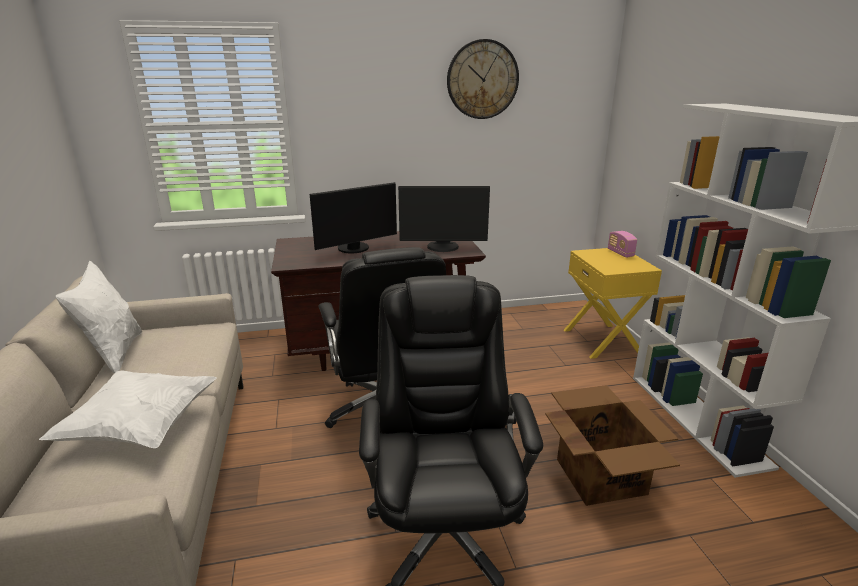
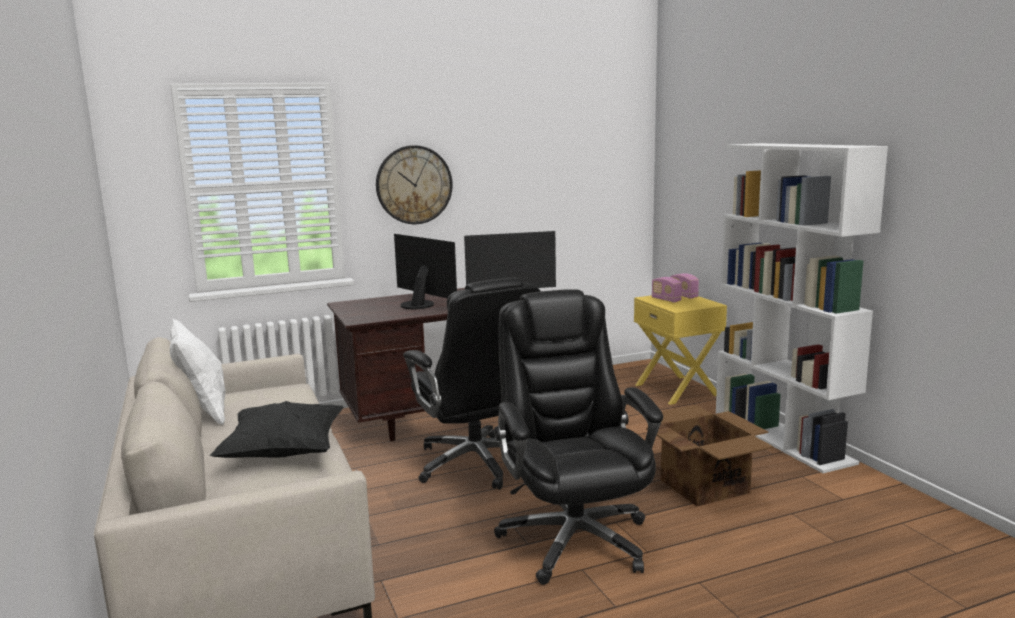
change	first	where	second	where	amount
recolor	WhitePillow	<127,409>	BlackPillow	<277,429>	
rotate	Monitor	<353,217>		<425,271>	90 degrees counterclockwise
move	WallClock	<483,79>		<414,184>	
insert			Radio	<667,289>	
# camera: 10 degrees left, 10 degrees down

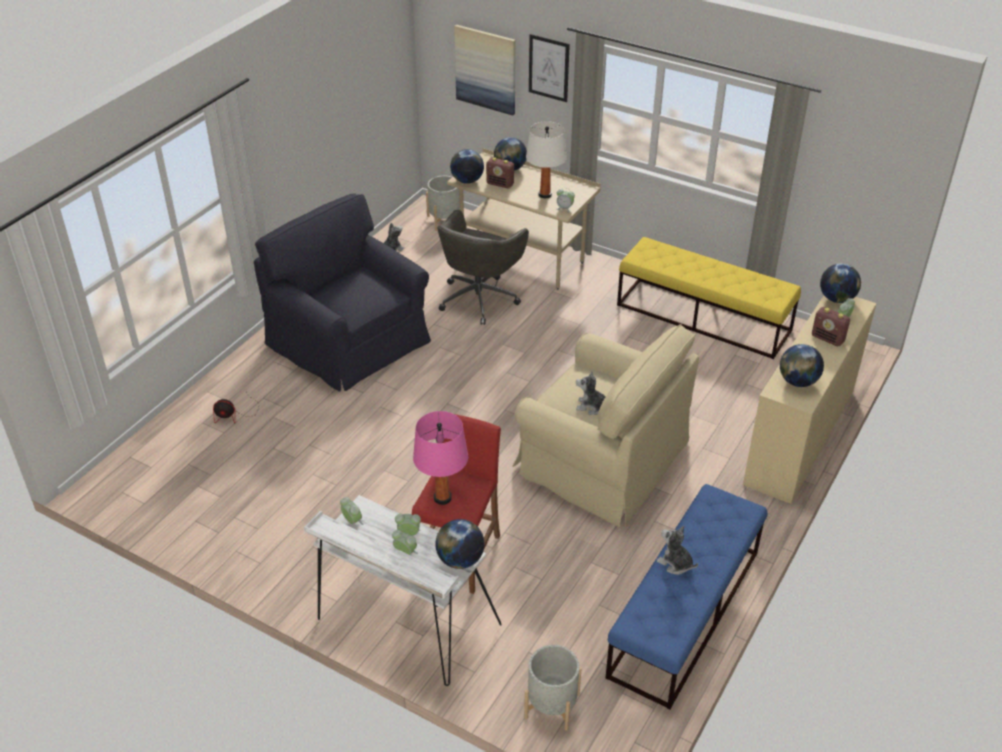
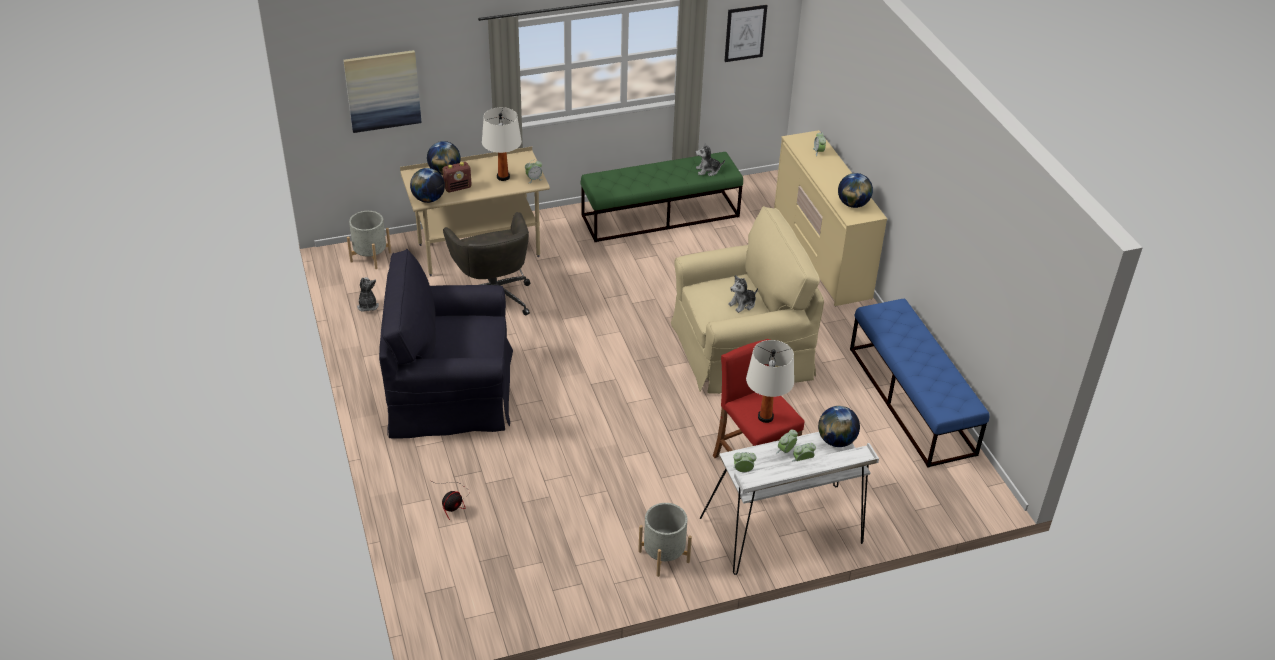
change	first	where	second	where	amount
recolor	PinkTableLamp	<440,458>	WhiteTableLamp	<770,381>	
move	GreyPlanter	<553,688>		<665,540>	
move	Picture	<549,68>		<745,33>	
recolor	YellowBench	<709,298>	GreenBench	<662,197>	
move	PlushToy	<677,550>		<710,159>	
delete	Radio	<831,326>			
delete	Globe	<840,283>			
# camera: 50 degrees left, 0 degrees up

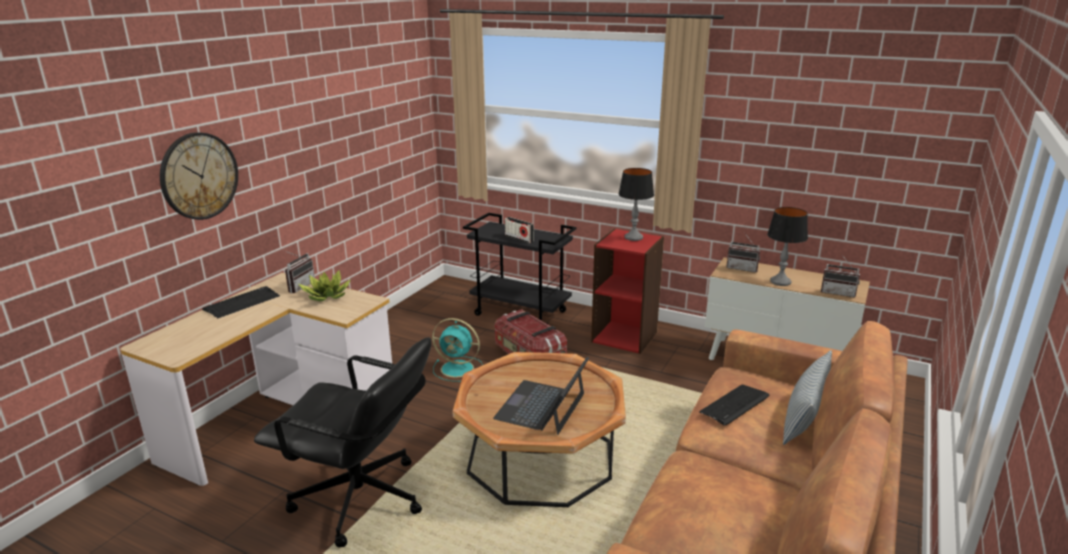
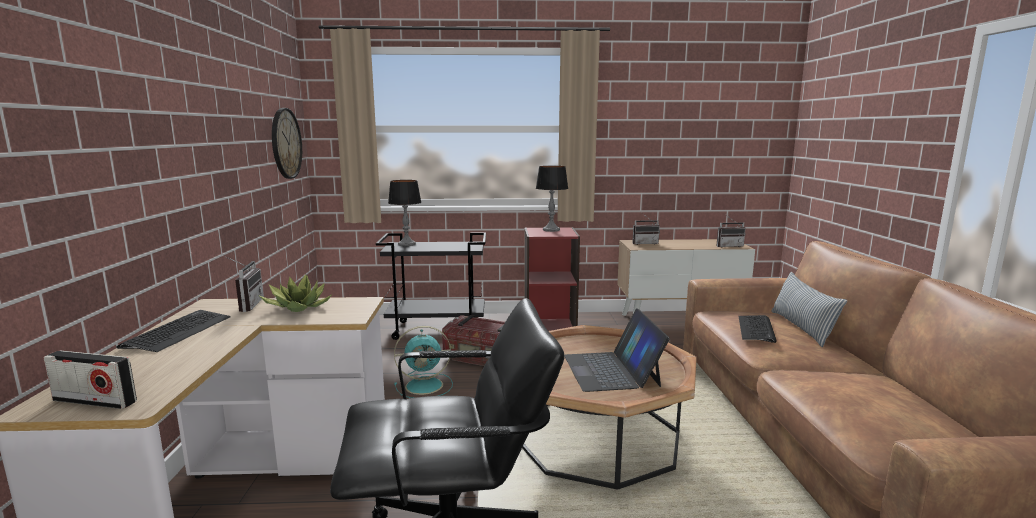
change	first	where	second	where	amount
move	WallClock	<199,176>		<287,143>	
move	Radio	<519,230>		<90,380>	
move	TableLamp	<787,246>		<405,213>	
# camera: 30 degrees left, 10 degrees down

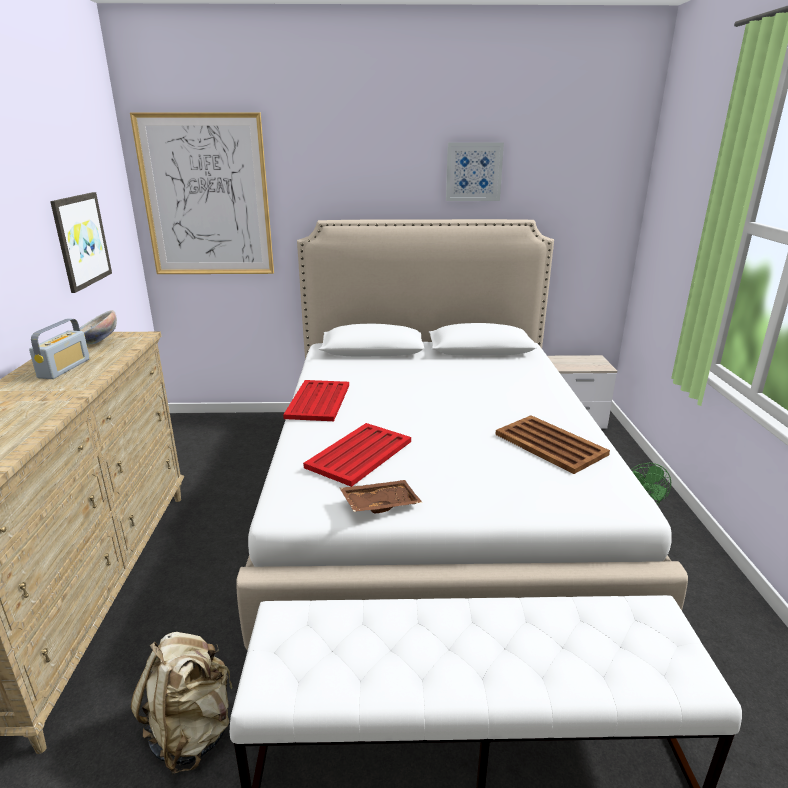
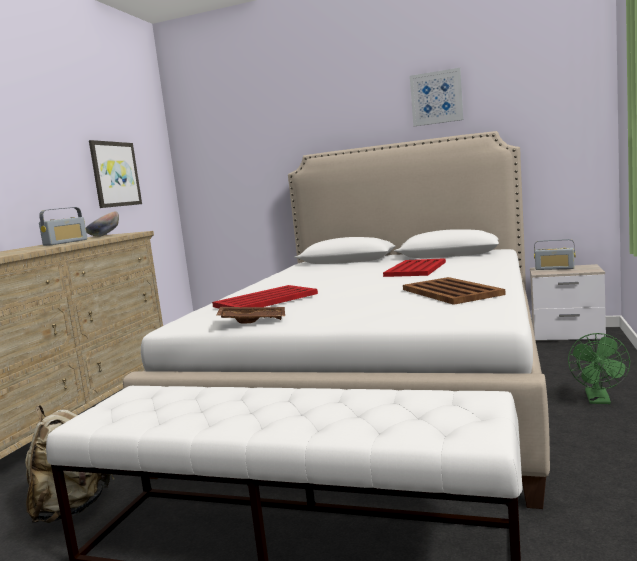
change	first	where	second	where	amount
delete	Picture	<202,193>			
move	RedTray	<316,400>		<414,267>	
insert			Radio	<554,254>	
# camera: 20 degrees right, 15 degrees down

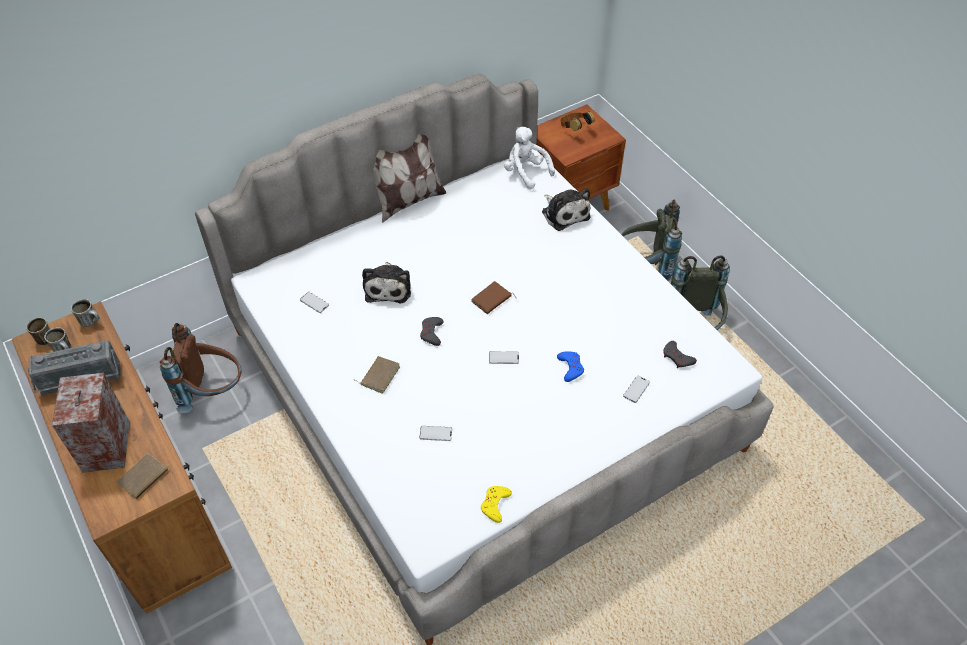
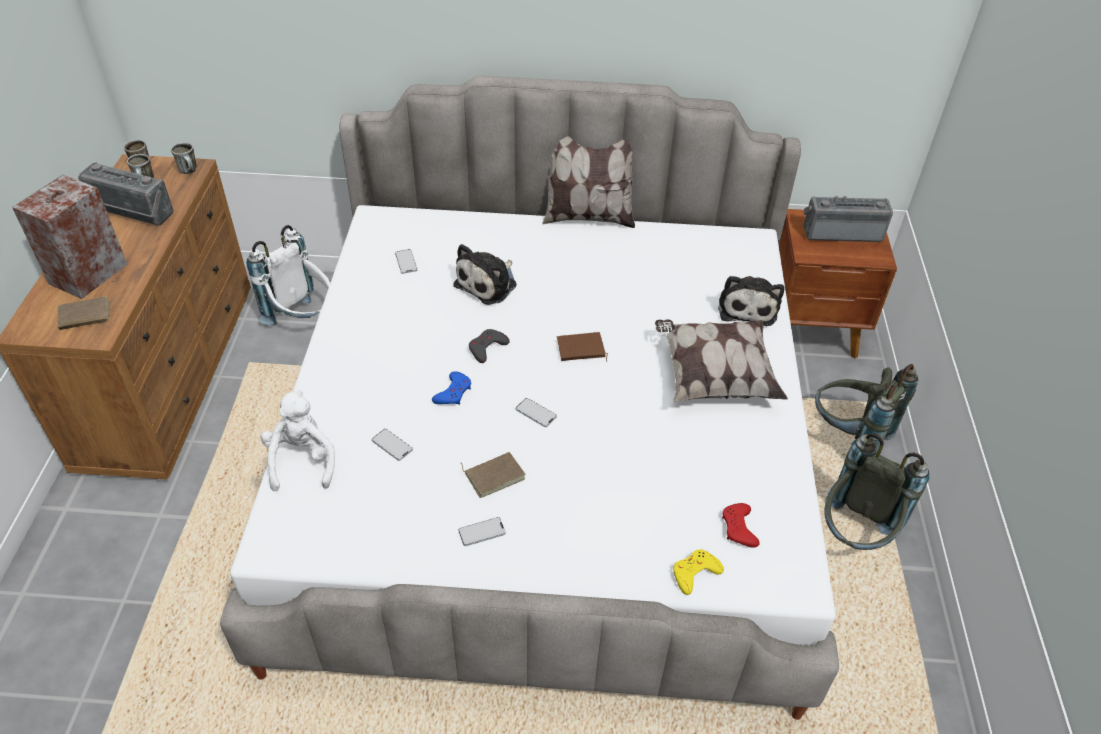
change	first	where	second	where	amount
recolor	BrownBackpack	<201,368>	WhiteBackpack	<288,275>	
move	BrownBook	<377,375>		<493,475>	
move	YellowGameController	<496,504>		<698,572>	
move	WhitePlushToy	<529,158>		<297,440>	
move	BlueGameController	<570,366>		<451,388>	
replace	Headphones	<577,121>	Radio	<848,219>	
move	Phone	<636,389>		<482,531>	
recolor	GreyGameController	<680,354>	RedGameController	<741,525>	
insert			Pillow	<721,360>	
# camera: 35 degrees right, 5 degrees down

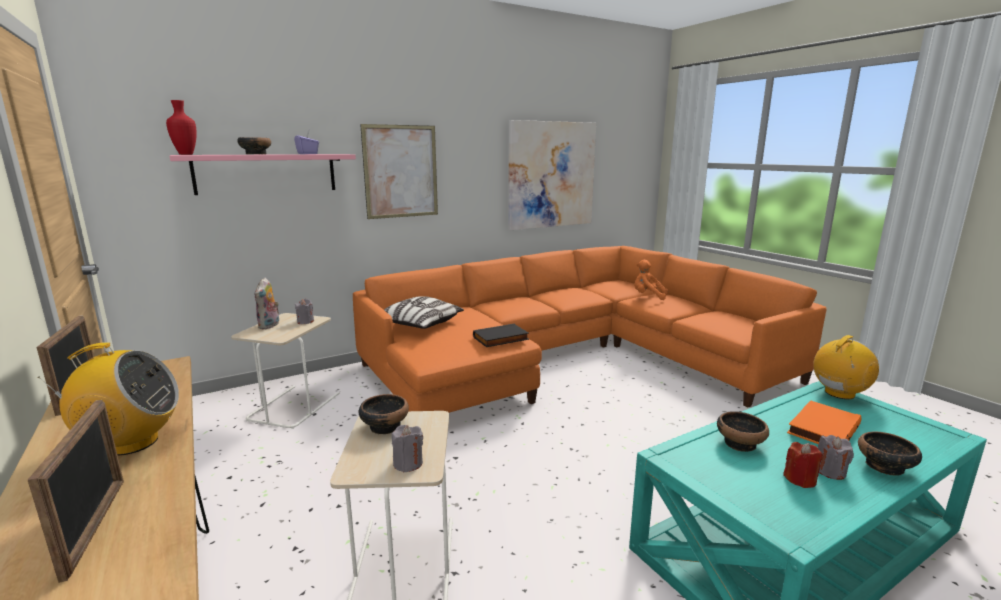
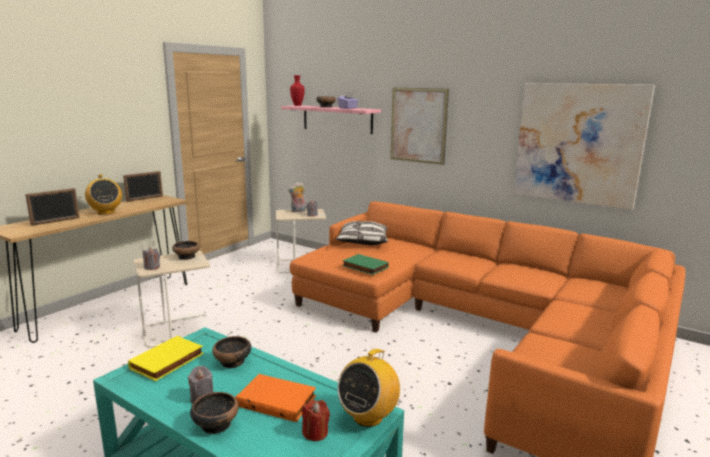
change	first	where	second	where	amount
recolor	BlackBook	<501,335>	GreenBook	<365,264>	
delete	OrangePlushToy	<651,280>			
move	RedCandle	<803,465>		<316,420>	
rotate	Radio	<846,367>		<368,387>	90 degrees clockwise
insert			YellowBook	<166,358>	
# camera: 65 degrees right, 0 degrees up

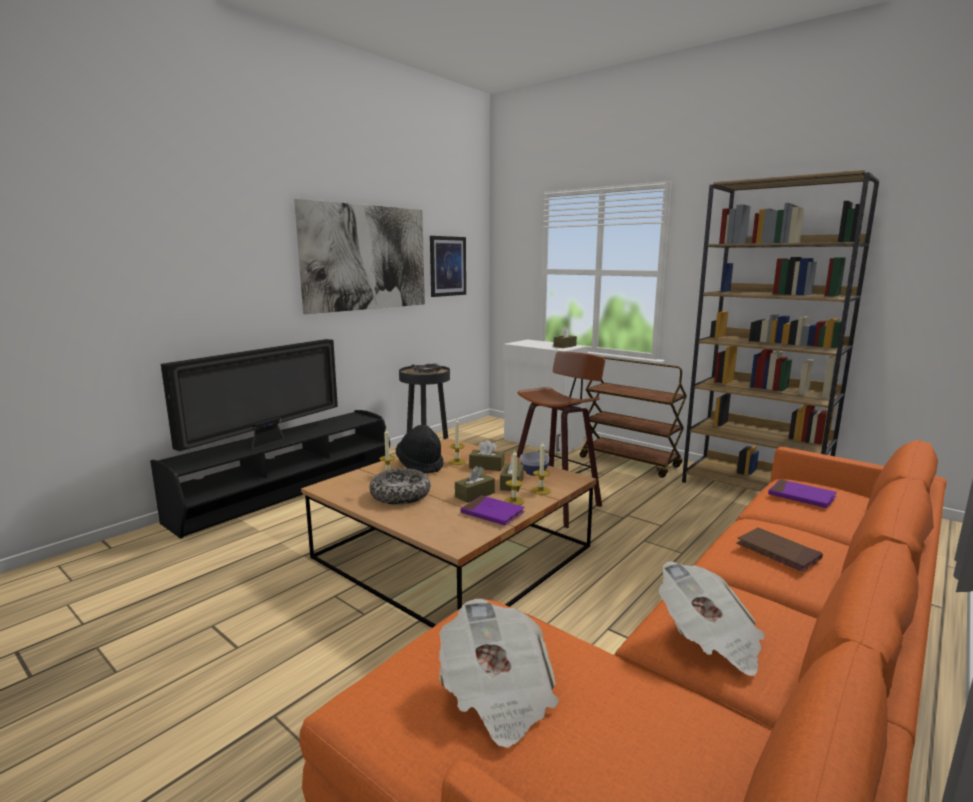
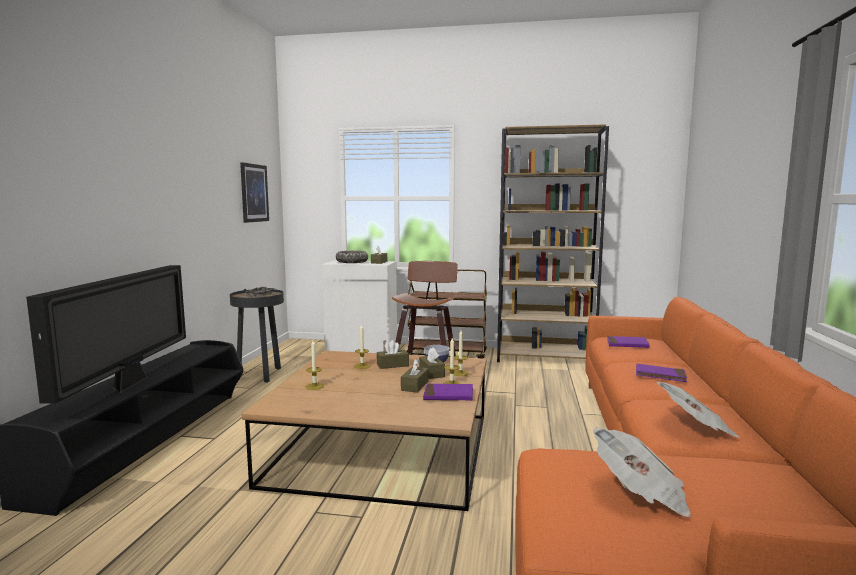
change	first	where	second	where	amount
delete	Picture	<359,256>			
move	Bowl	<399,486>		<352,257>	
delete	BlackHat	<419,449>			
recolor	BrownBook	<780,550>	PurpleBook	<661,373>	
# camera: 30 degrees left, 5 degrees down

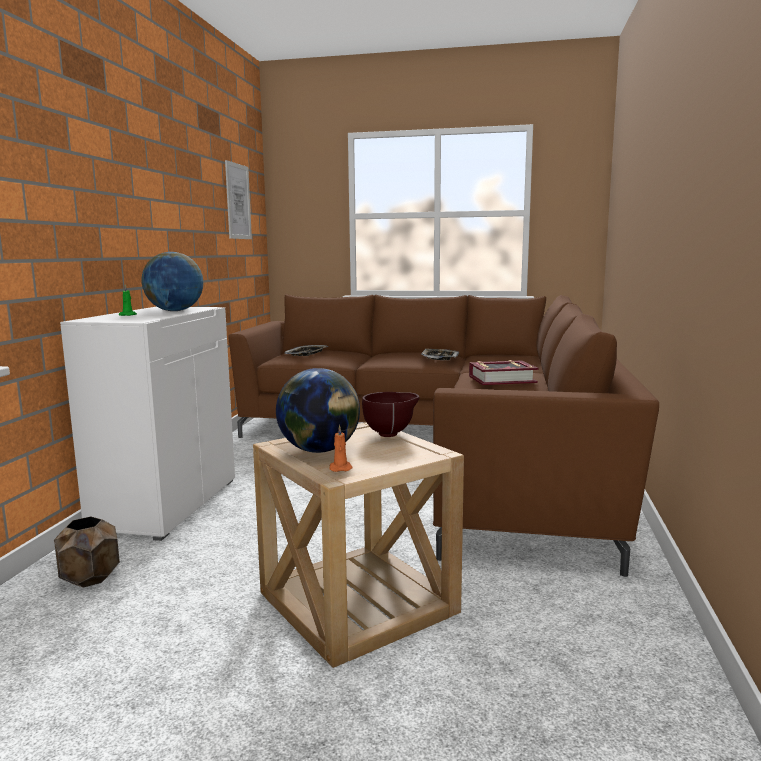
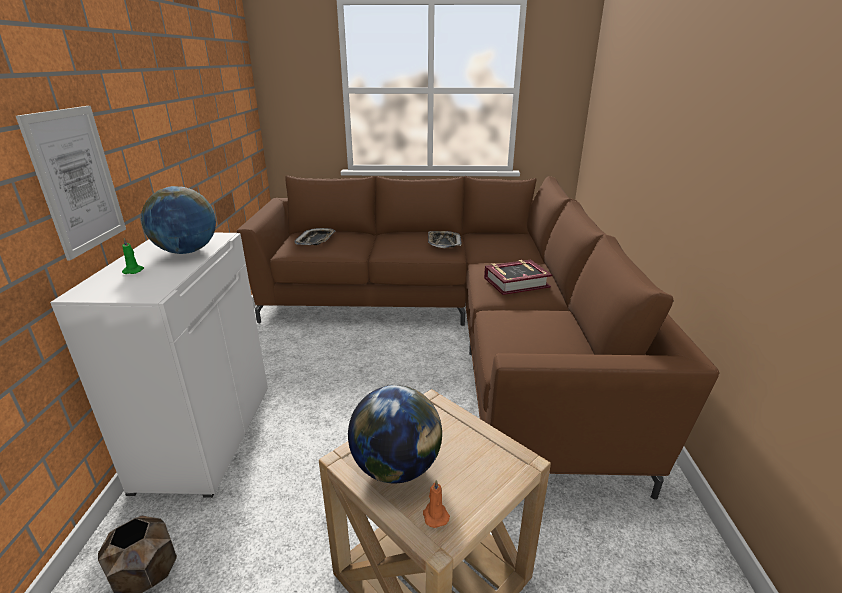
change	first	where	second	where	amount
move	Picture	<238,199>		<71,183>	
delete	BrownBowl	<390,414>			
# camera: 10 degrees left, 15 degrees up

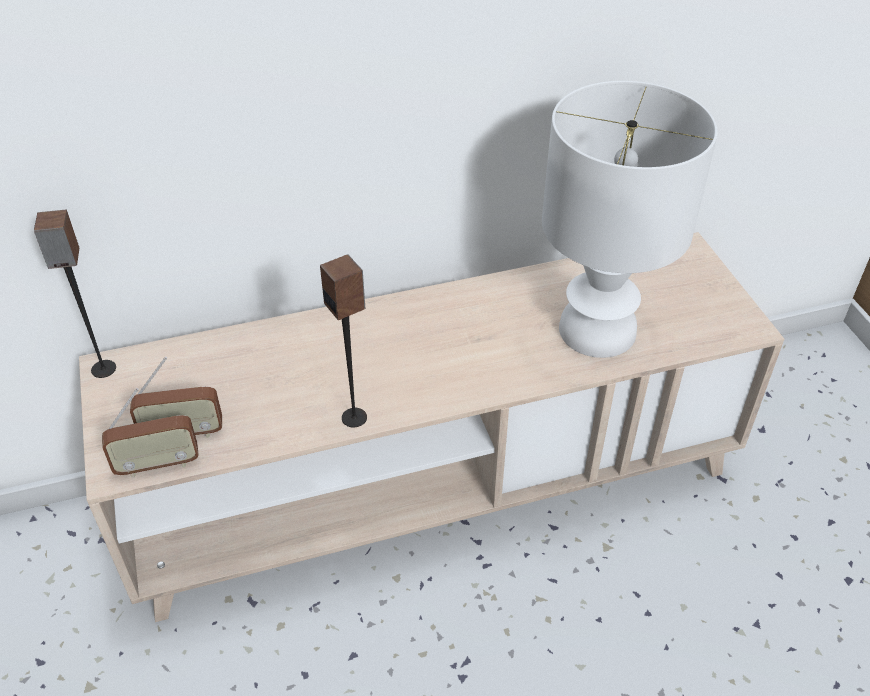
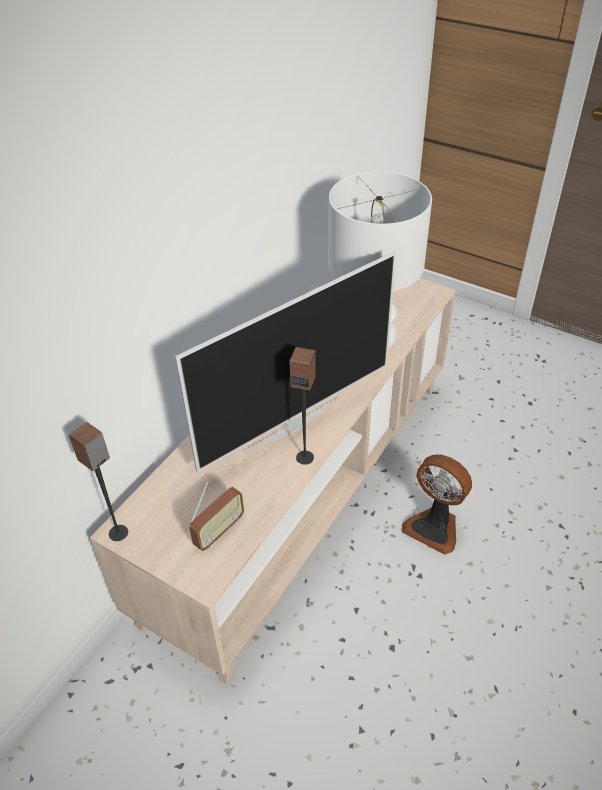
change	first	where	second	where	amount
delete	Radio	<150,433>			
insert			Television	<285,361>	
insert			Fan	<437,505>	
# camera: 40 degrees left, 0 degrees up

